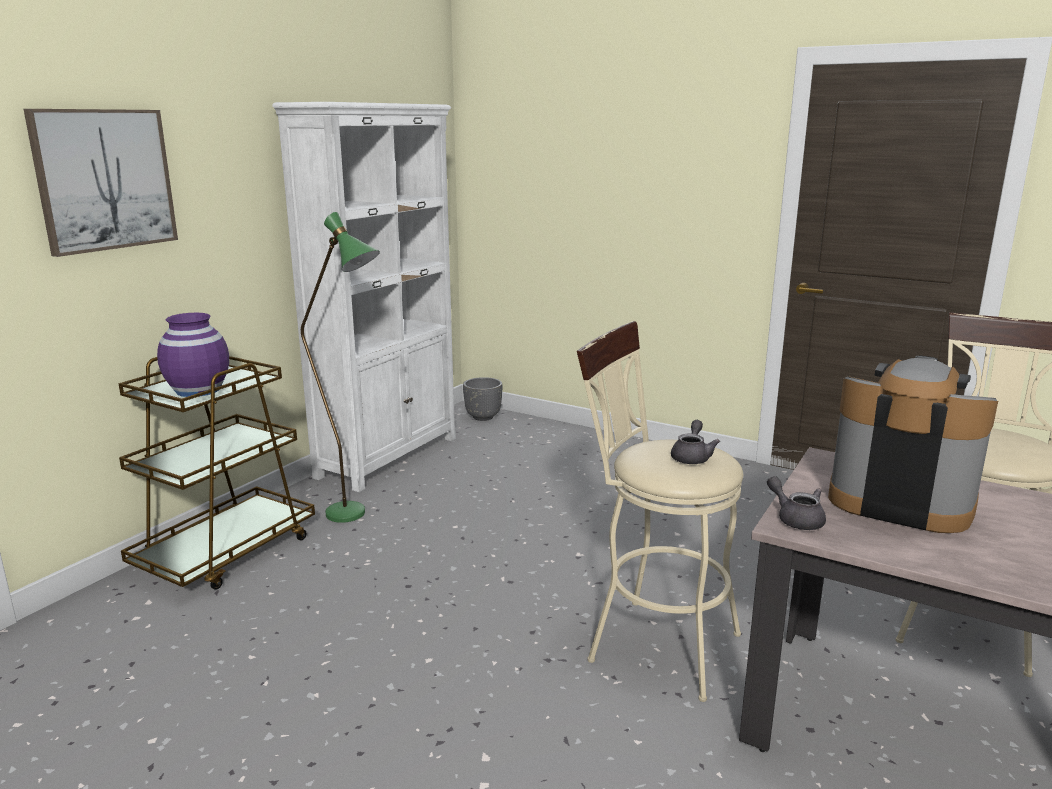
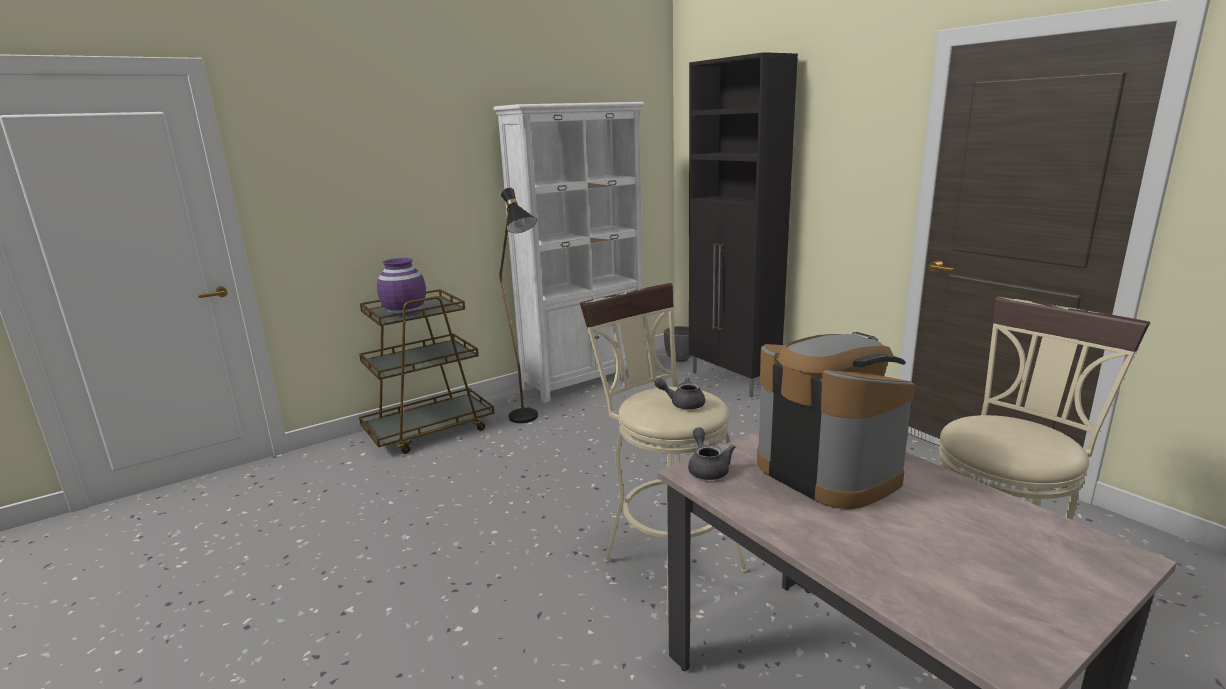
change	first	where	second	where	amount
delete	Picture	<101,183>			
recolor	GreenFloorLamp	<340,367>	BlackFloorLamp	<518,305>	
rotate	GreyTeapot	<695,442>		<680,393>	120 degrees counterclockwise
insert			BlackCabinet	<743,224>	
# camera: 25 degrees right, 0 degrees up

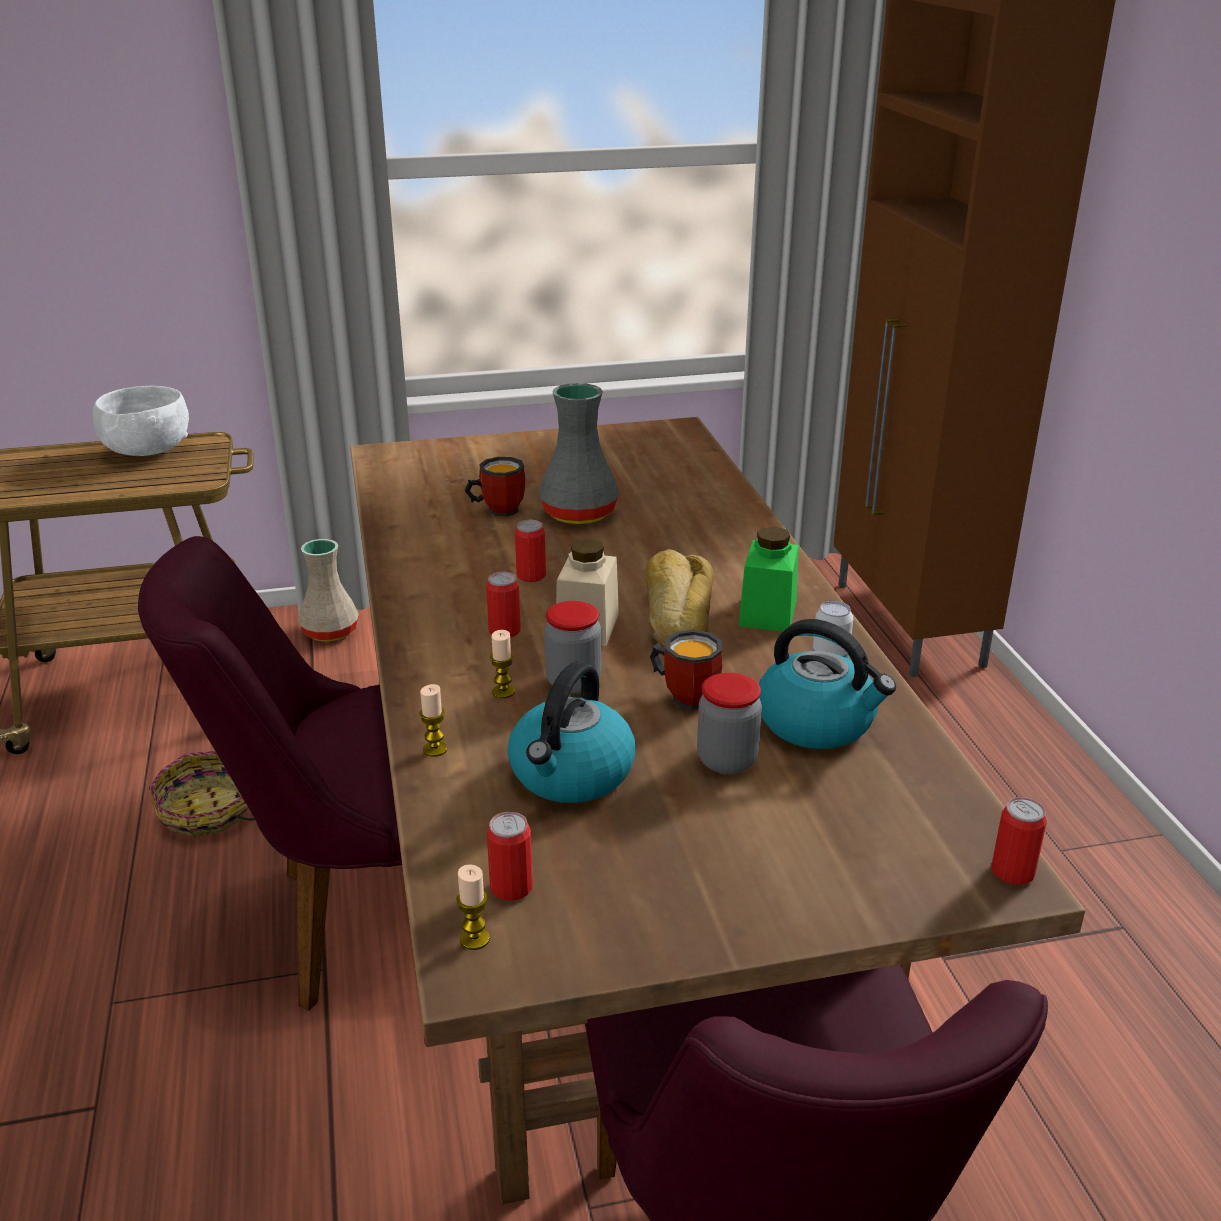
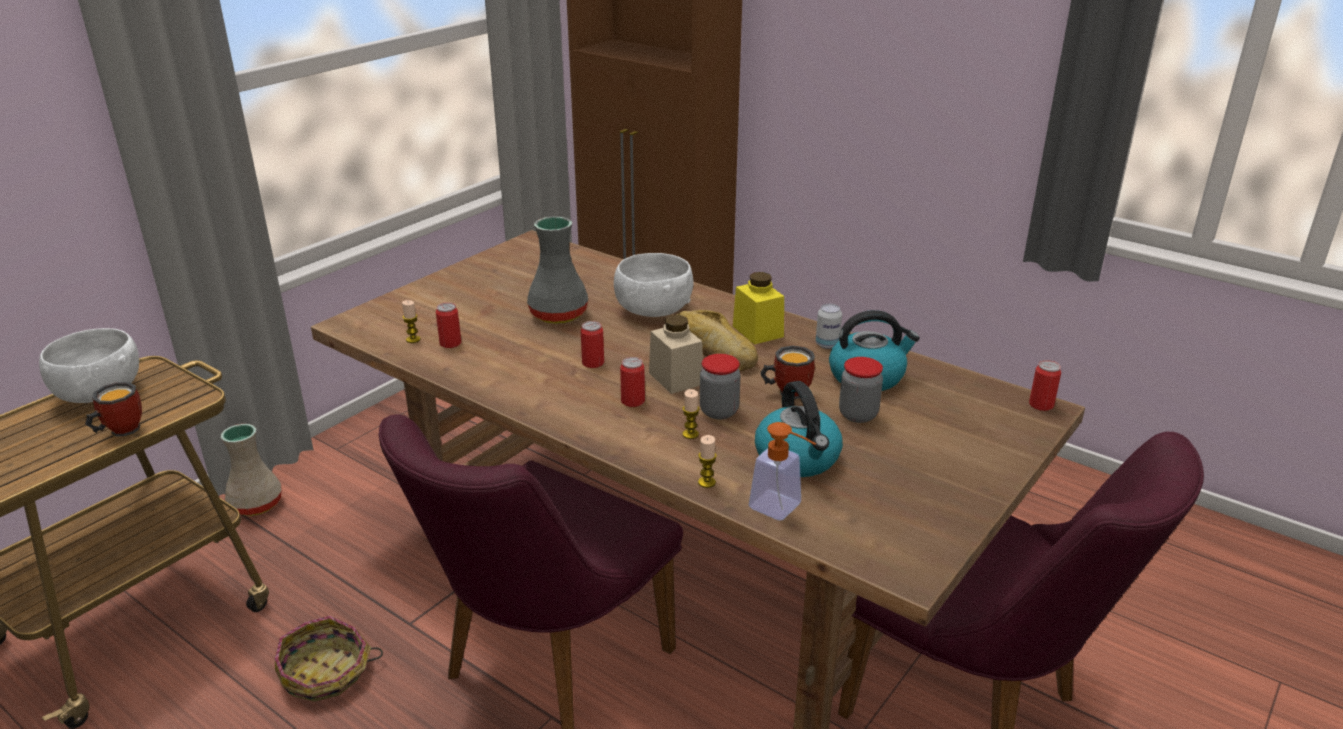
change	first	where	second	where	amount
move	Candle	<473,907>		<411,321>	
move	Mug	<495,487>		<113,409>	
move	Can	<510,856>		<448,325>	
recolor	GreenJar	<769,579>	YellowJar	<758,308>	
insert			WhiteBowl	<654,285>	
insert			SoapDispenser	<782,471>	
# camera: 40 degrees left, 0 degrees up

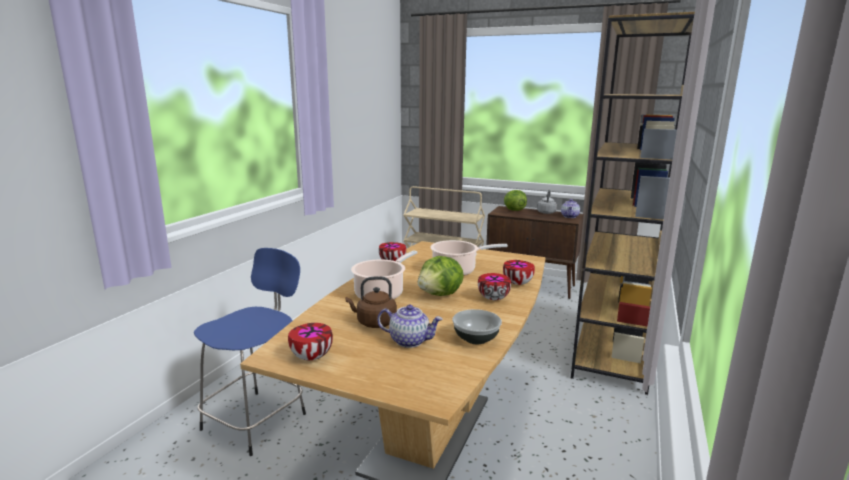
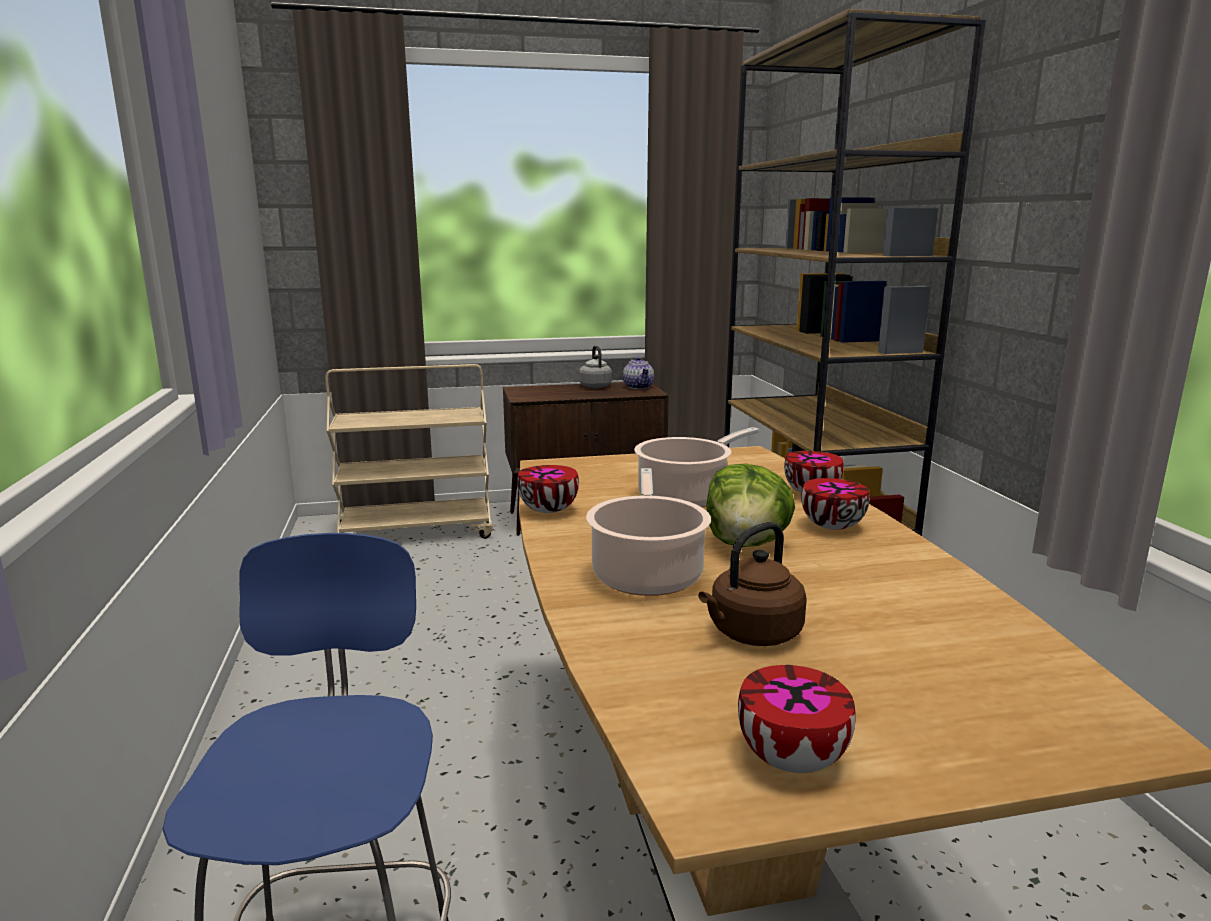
change	first	where	second	where	amount
delete	Teapot	<410,326>			
delete	Bowl	<477,326>			
delete	Lettuce	<515,200>			
# camera: 35 degrees left, 0 degrees up

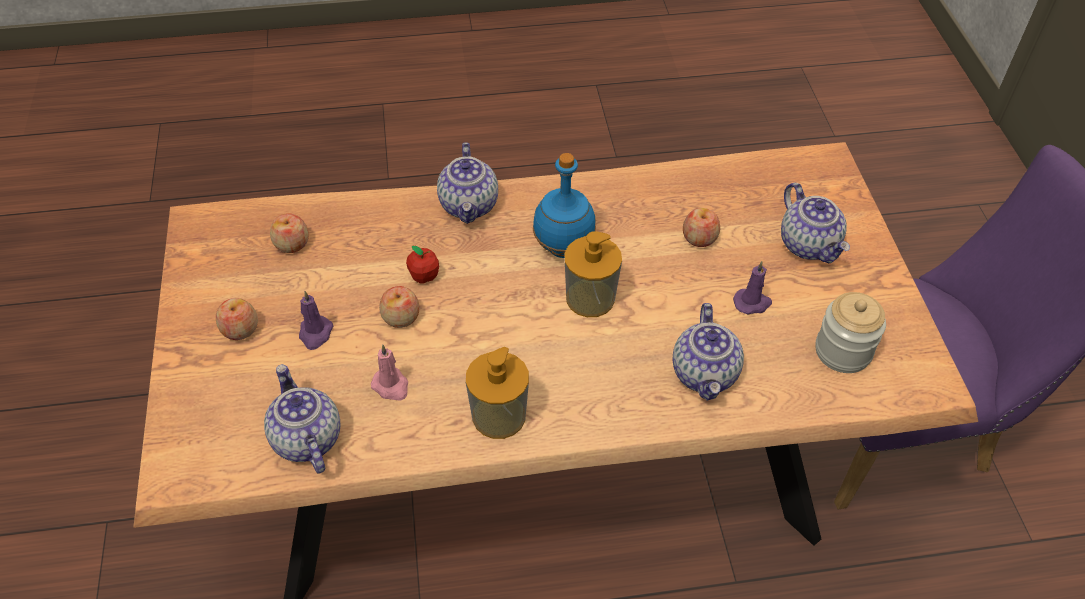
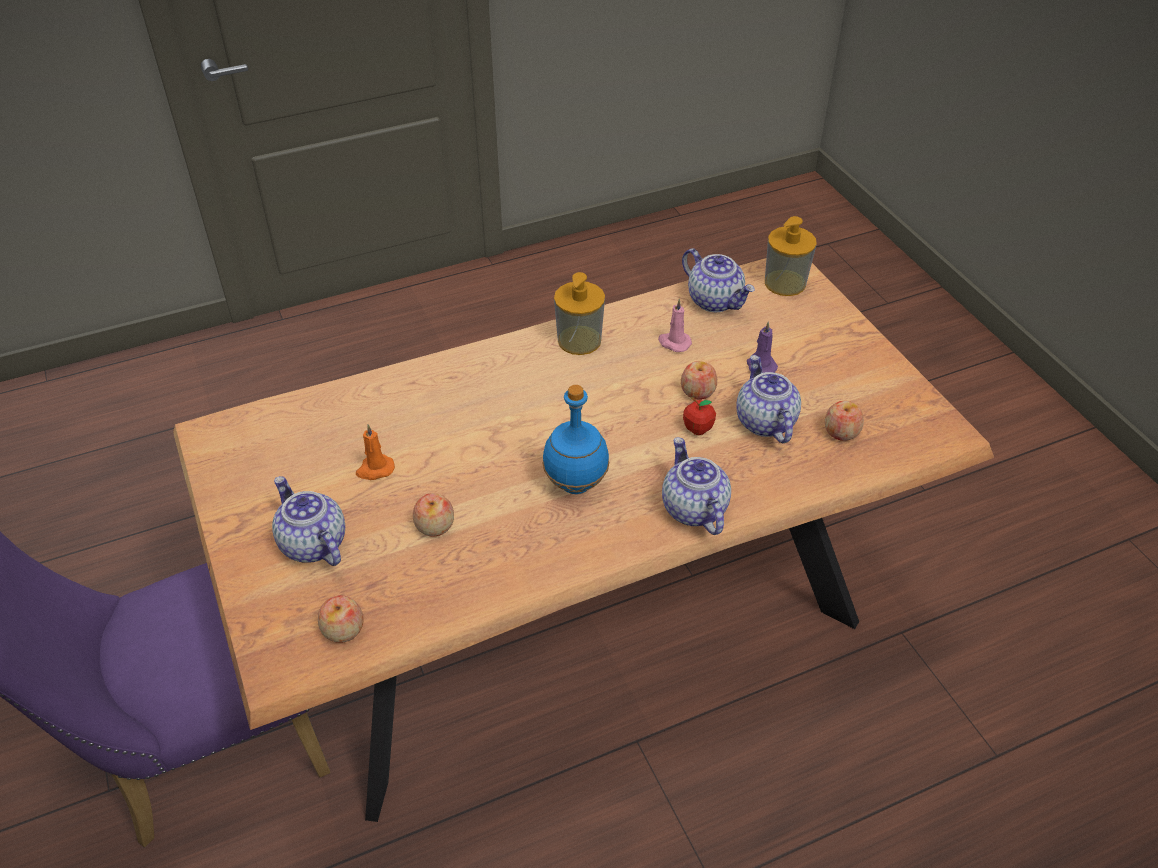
change	first	where	second	where	amount
move	Apple	<237,319>		<341,619>	
move	SoapDispenser	<593,274>		<791,256>	
move	Teapot	<708,352>		<768,399>	
recolor	PurpleCandle	<752,288>	OrangeCandle	<375,452>	
delete	Jar	<851,332>			
# camera: 165 degrees right, 5 degrees down

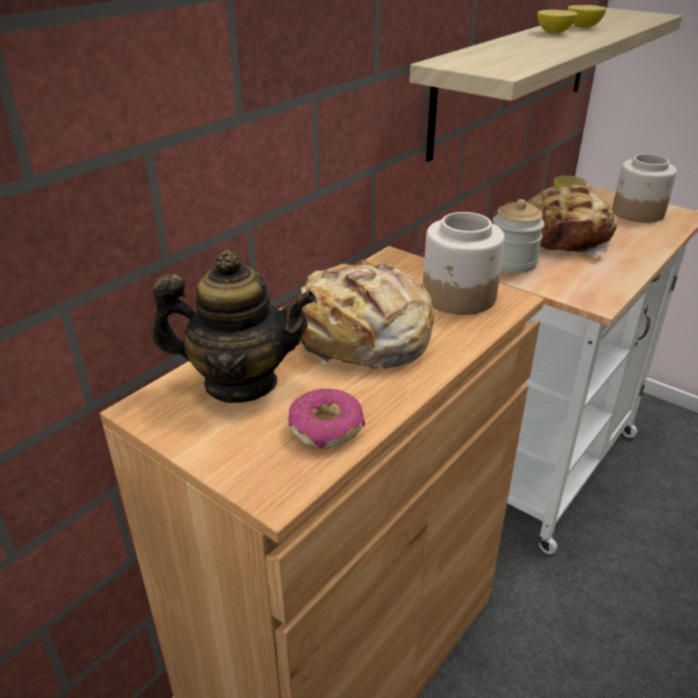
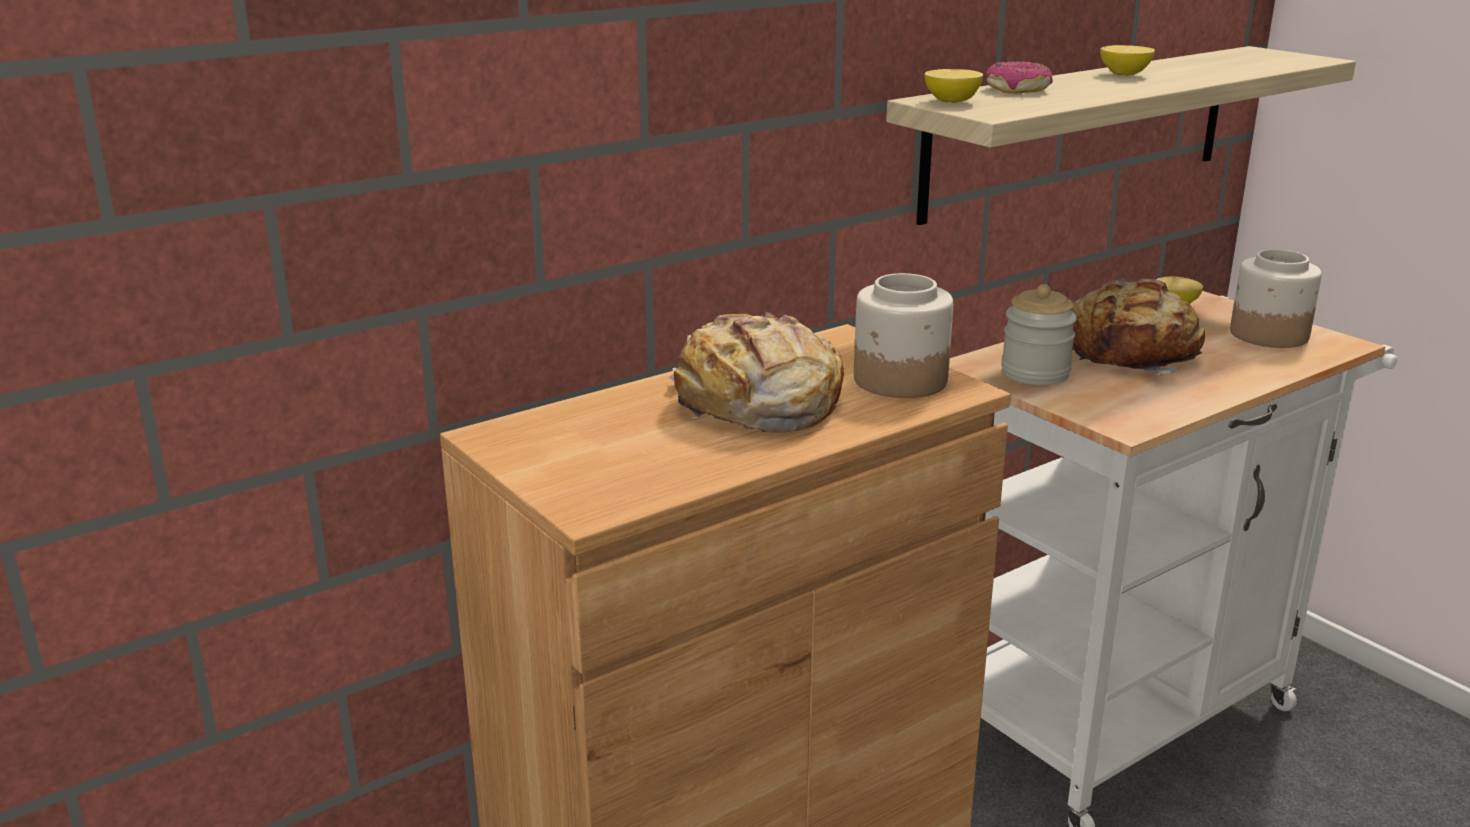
change	first	where	second	where	amount
delete	Teapot	<234,326>			
move	Donut	<326,419>		<1019,77>	
move	Lemon	<587,16>		<953,86>	
# camera: 15 degrees right, 10 degrees down

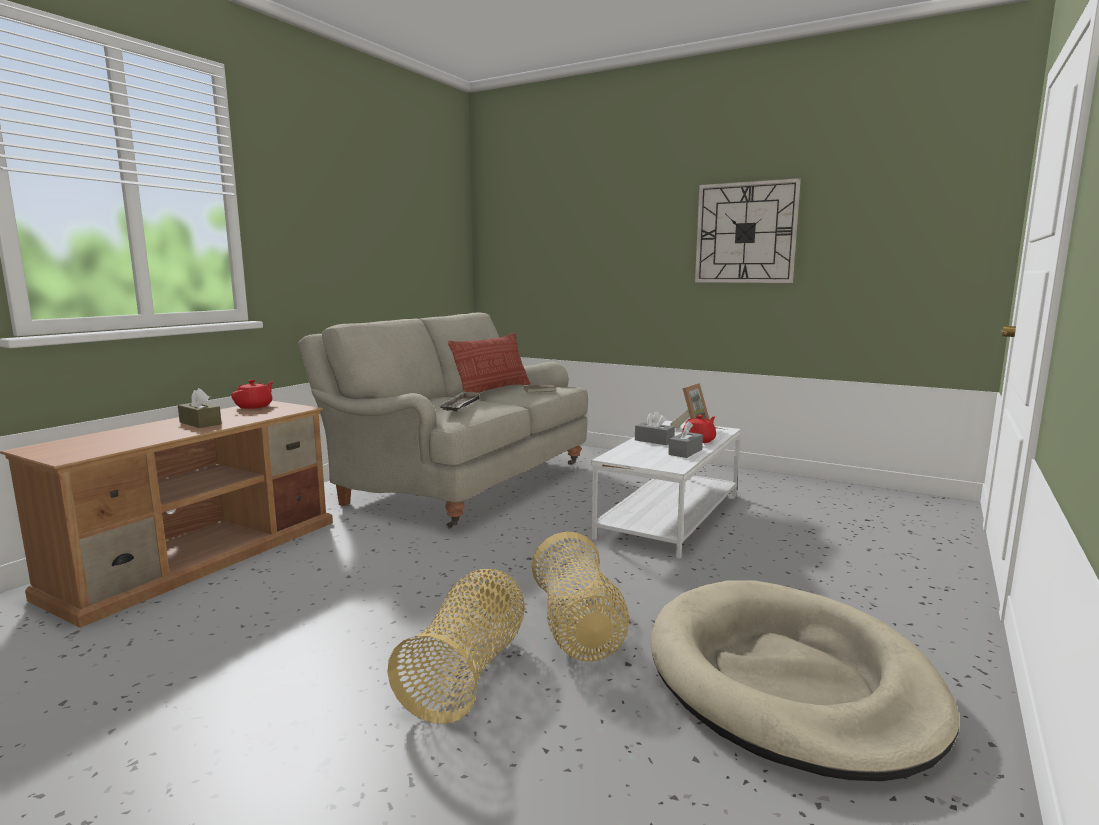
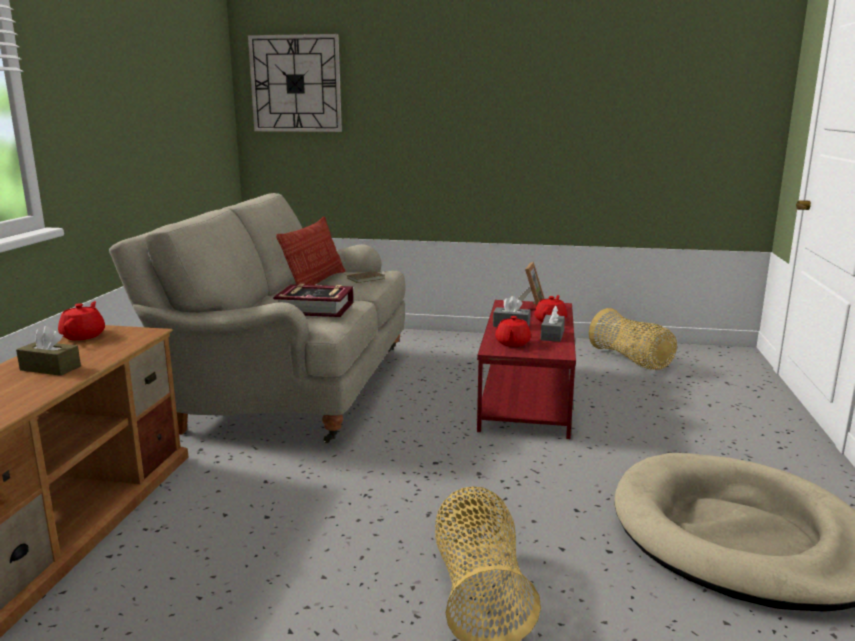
change	first	where	second	where	amount
replace	Tray	<460,401>	Book	<313,300>	
move	Basket	<581,596>		<633,339>	
recolor	WhiteCoffeeTable	<666,489>	RedCoffeeTable	<526,369>	
move	WallClock	<748,230>		<295,83>	
insert			RedTeapot	<513,331>	
# camera: 20 degrees left, 5 degrees up

